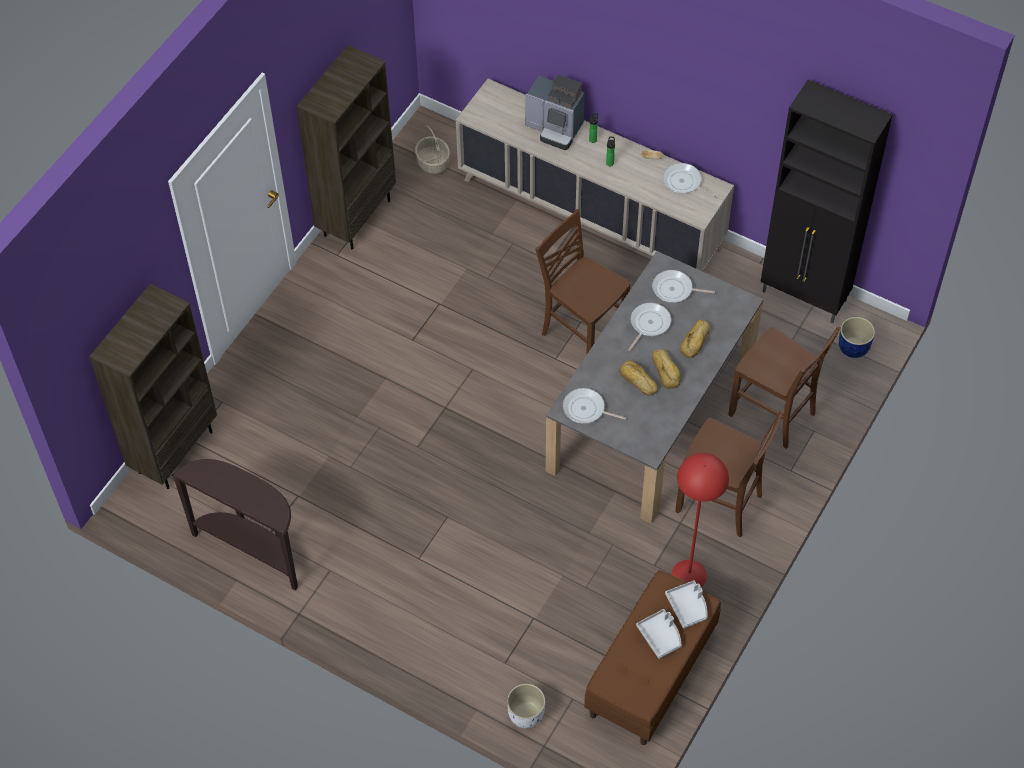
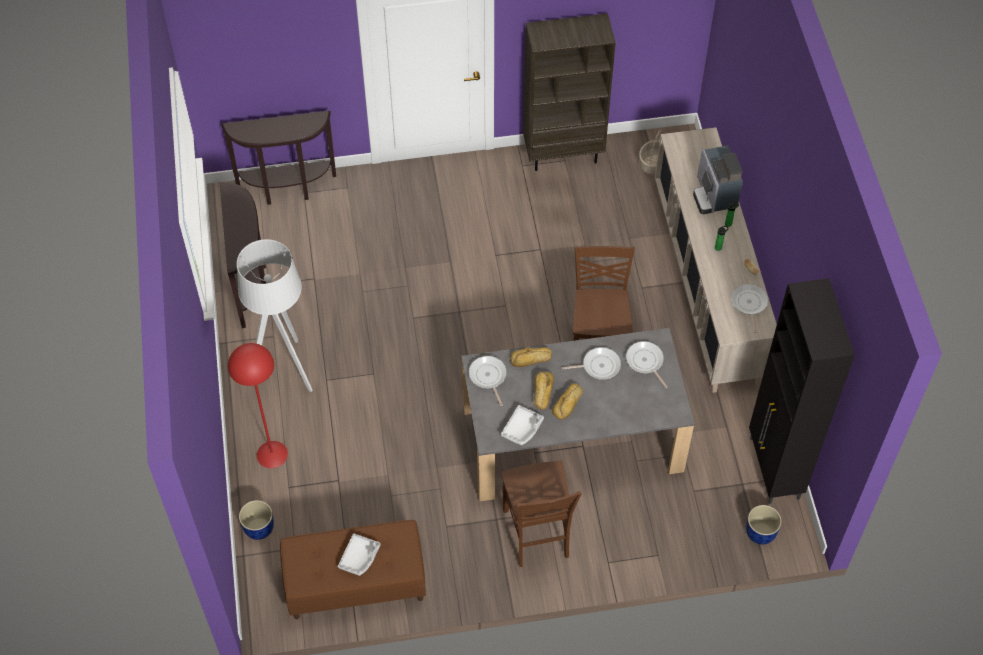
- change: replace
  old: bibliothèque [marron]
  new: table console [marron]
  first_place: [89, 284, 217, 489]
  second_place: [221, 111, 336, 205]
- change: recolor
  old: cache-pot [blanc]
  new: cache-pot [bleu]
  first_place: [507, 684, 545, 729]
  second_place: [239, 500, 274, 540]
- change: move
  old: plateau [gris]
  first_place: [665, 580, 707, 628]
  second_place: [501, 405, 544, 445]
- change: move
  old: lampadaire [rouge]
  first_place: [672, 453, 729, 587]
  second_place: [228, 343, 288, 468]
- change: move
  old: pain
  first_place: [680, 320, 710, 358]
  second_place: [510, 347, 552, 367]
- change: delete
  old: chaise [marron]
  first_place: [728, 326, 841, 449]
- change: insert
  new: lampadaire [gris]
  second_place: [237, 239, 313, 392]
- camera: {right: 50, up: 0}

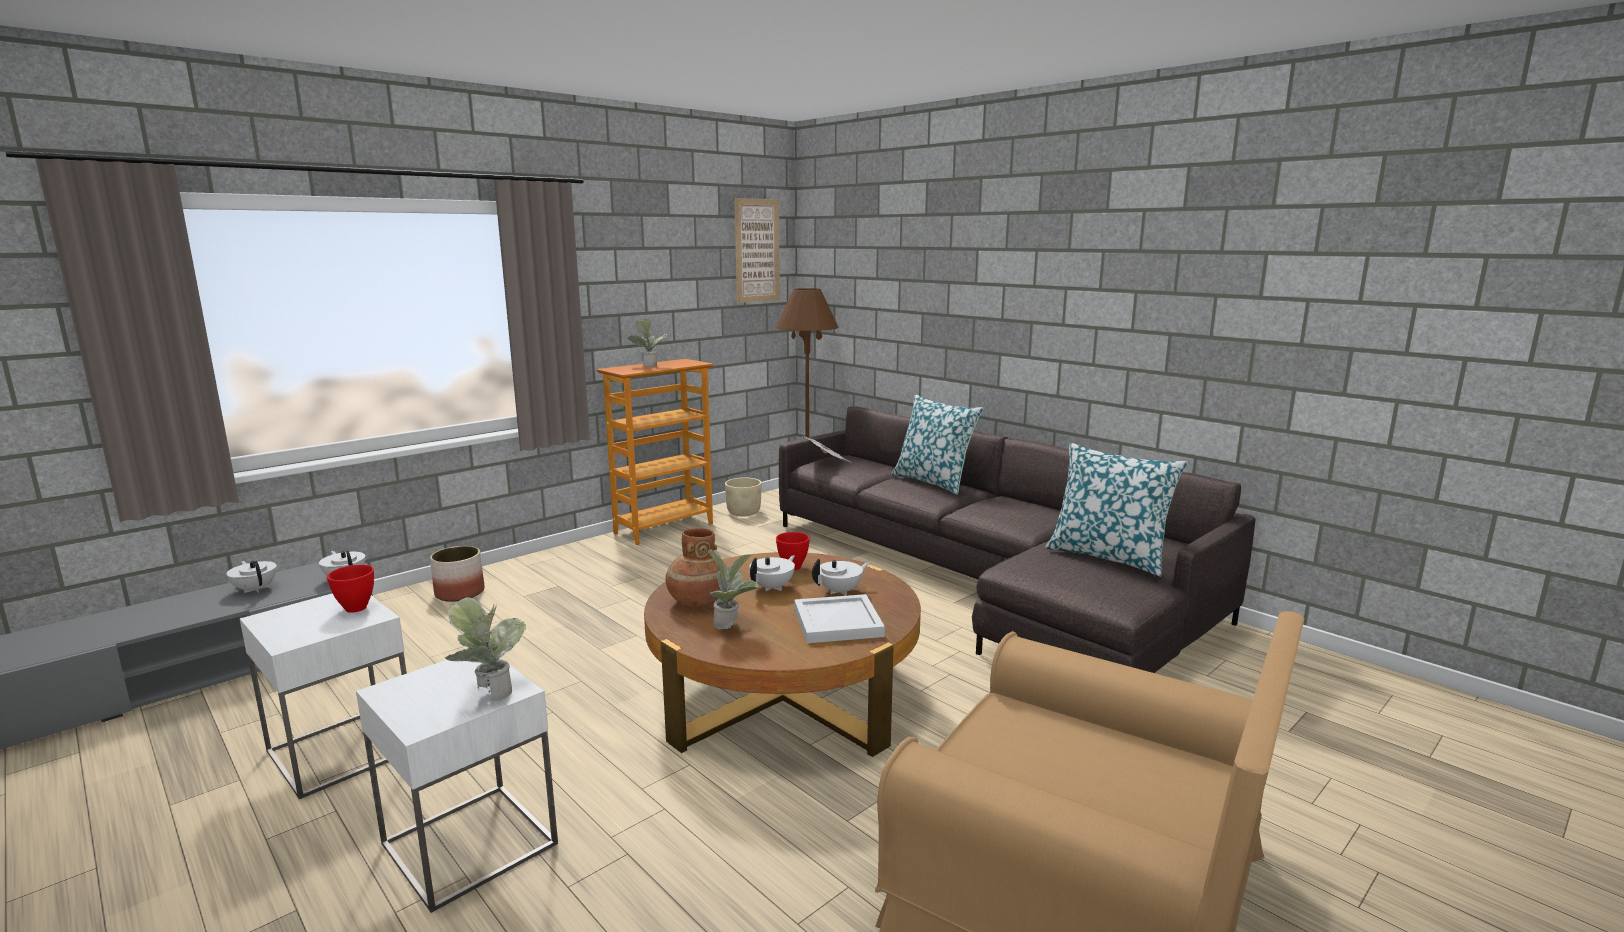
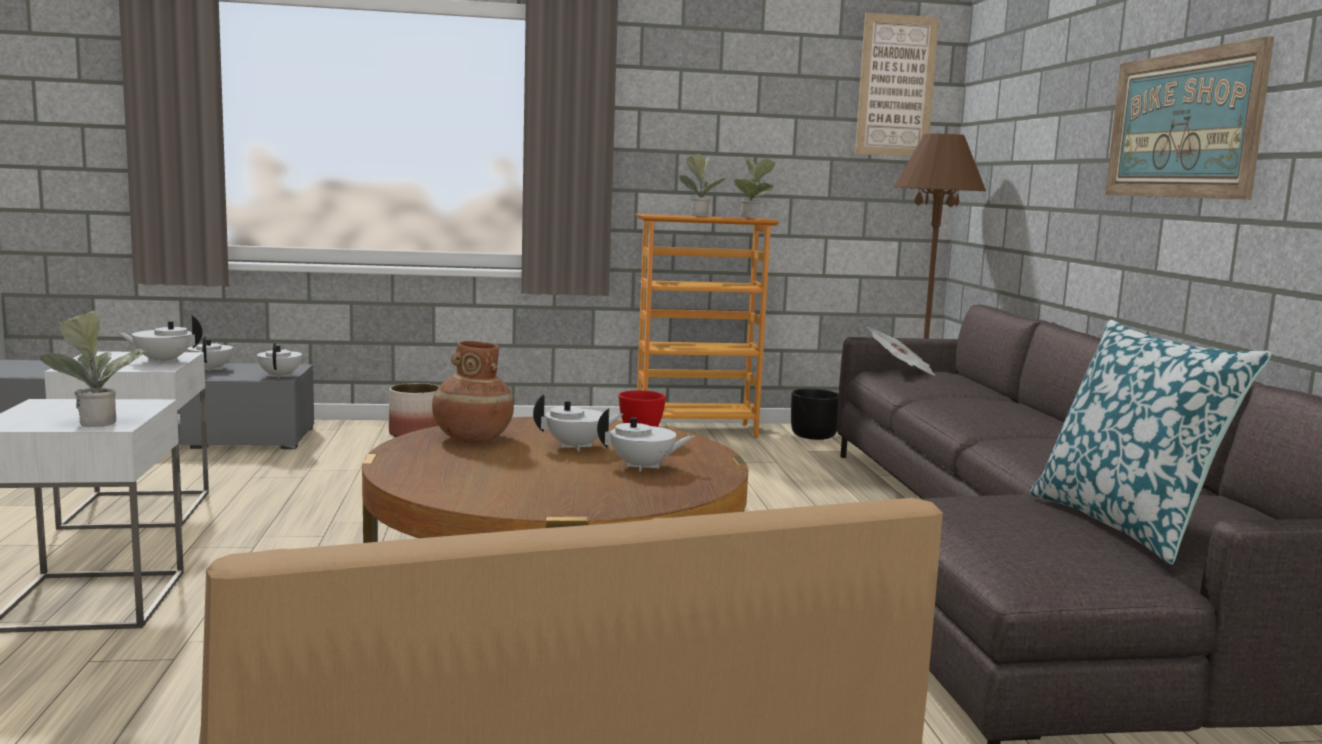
- change: replace
  old: bol [rouge]
  new: théière [blanc]
  first_place: [327, 565, 374, 613]
  second_place: [118, 315, 202, 364]
- change: move
  old: plante en pot
  first_place: [708, 550, 759, 630]
  second_place: [734, 156, 775, 218]
- change: recolor
  old: cache-pot [beige]
  new: cache-pot [noir]
  first_place: [725, 478, 761, 516]
  second_place: [791, 389, 839, 440]
- change: delete
  old: plateau [blanc]
  first_place: [794, 594, 885, 643]
- change: delete
  old: coussin
  first_place: [891, 394, 984, 495]
- change: insert
  new: tableau
  second_place: [1105, 36, 1274, 200]
- camera: {right: 35, up: -5}

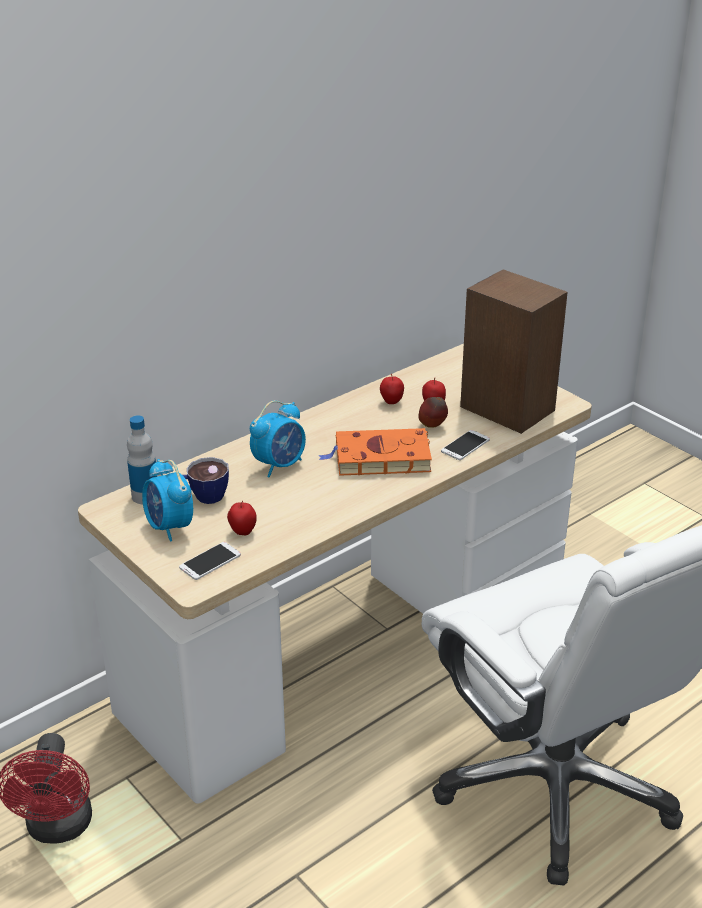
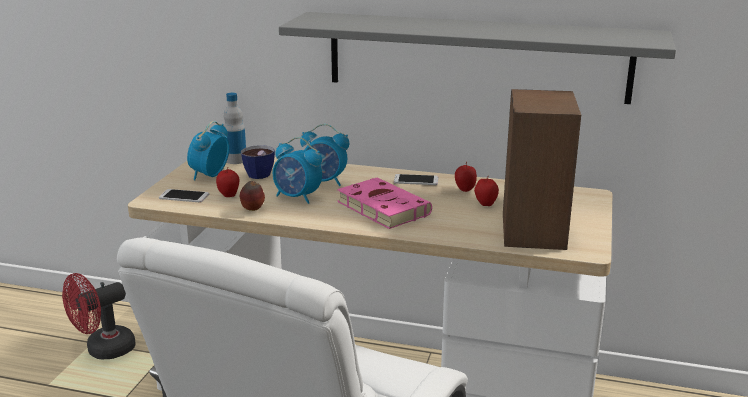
- change: recolor
  old: livre [orange]
  new: livre [rose]
  first_place: [319, 428, 432, 476]
  second_place: [337, 178, 432, 229]
- change: move
  old: pomme
  first_place: [418, 397, 448, 428]
  second_place: [240, 181, 265, 211]
- change: move
  old: téléphone
  first_place: [441, 430, 490, 460]
  second_place: [394, 174, 439, 185]
- change: insert
  new: réveil
  second_place: [273, 137, 322, 204]
- change: insert
  new: étagère [gris]
  second_place: [279, 12, 676, 104]
- camera: {right: 55, up: -10}

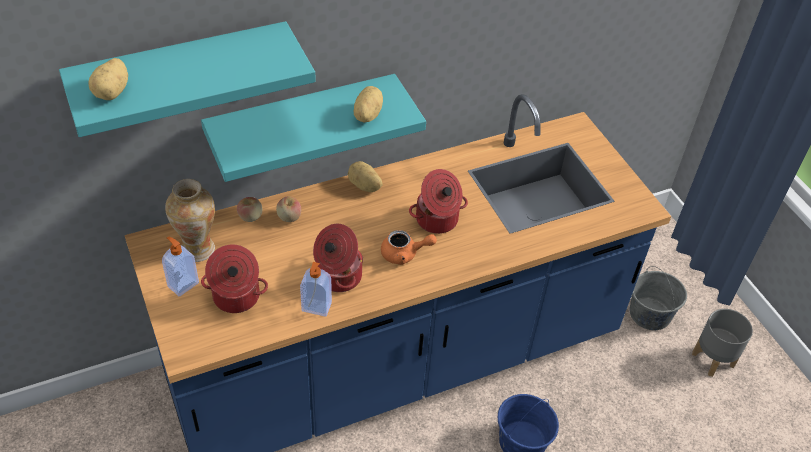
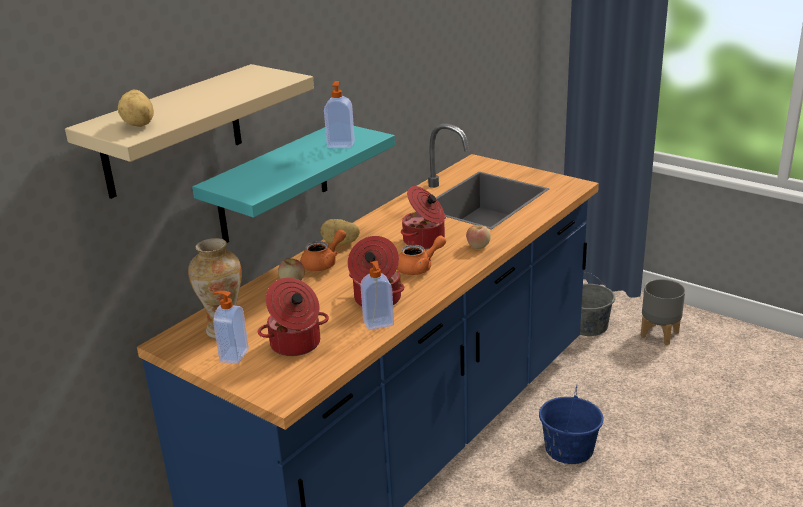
- change: recolor
  old: étagère [turquoise]
  new: étagère [beige]
  first_place: [59, 21, 316, 137]
  second_place: [65, 64, 314, 199]
- change: move
  old: pomme
  first_place: [237, 197, 263, 222]
  second_place: [466, 225, 491, 249]
- change: replace
  old: pomme de terre
  new: distributeur de savon
  first_place: [354, 86, 383, 123]
  second_place: [324, 81, 355, 148]
- change: insert
  new: théière [orange]
  second_place: [300, 229, 346, 271]
- camera: {right: -25, up: -20}

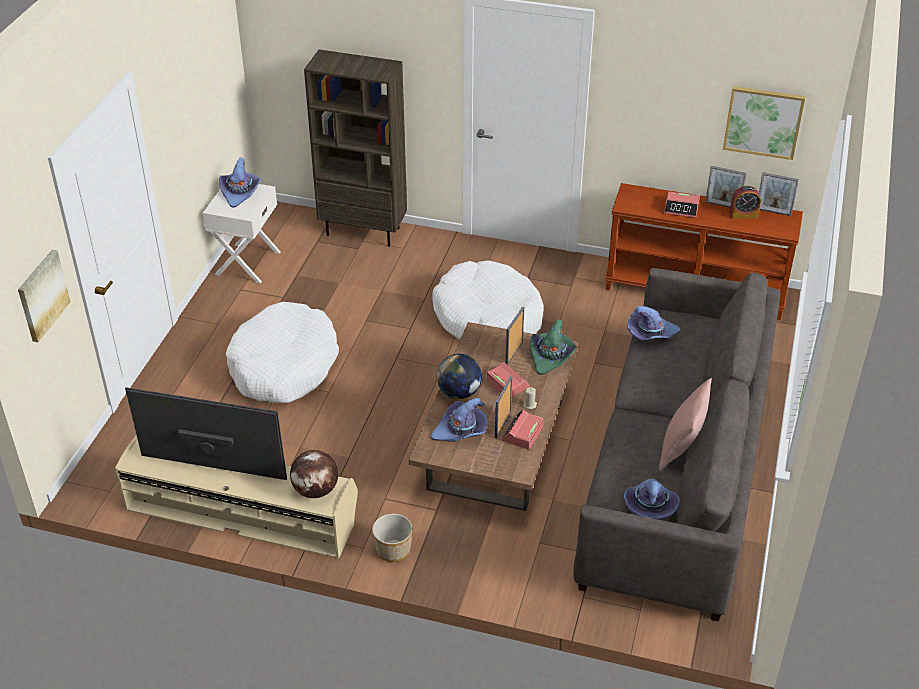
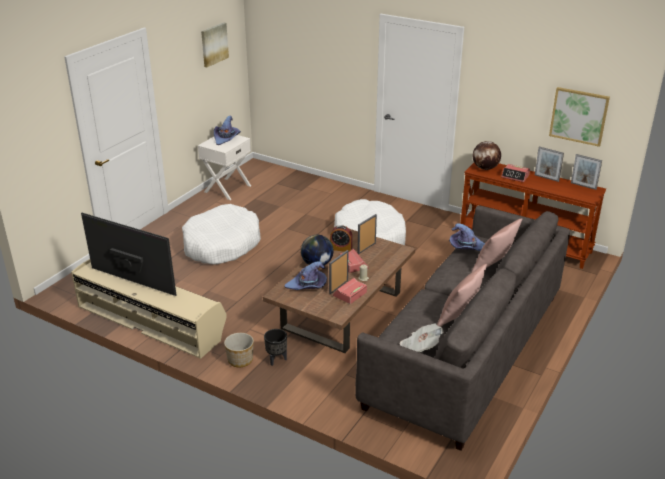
- change: move
  old: tableau
  first_place: [18, 250, 70, 342]
  second_place: [201, 23, 229, 67]
- change: move
  old: globe
  first_place: [290, 450, 338, 498]
  second_place: [473, 141, 501, 170]
- change: delete
  old: bibliothèque [marron]
  first_place: [304, 49, 407, 247]
- change: delete
  old: chapeau [vert]
  first_place: [530, 319, 577, 375]
- change: replace
  old: chapeau [violet]
  new: journal
  first_place: [624, 478, 680, 520]
  second_place: [399, 323, 444, 352]
- change: move
  old: réveil
  first_place: [729, 186, 761, 219]
  second_place: [330, 225, 352, 252]
- change: insert
  new: cache-pot [noir]
  second_place: [264, 329, 287, 366]
- change: insert
  new: coussin [rose]
  second_place: [472, 218, 523, 272]
- camera: {right: 15, up: -10}

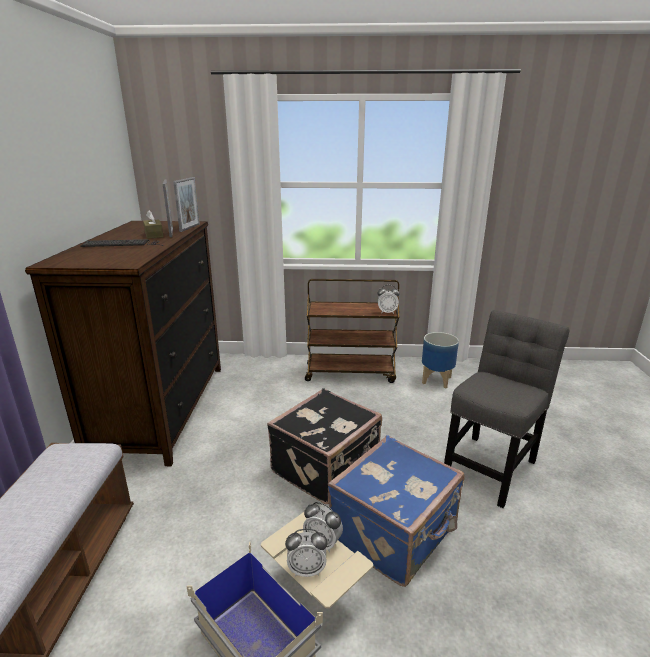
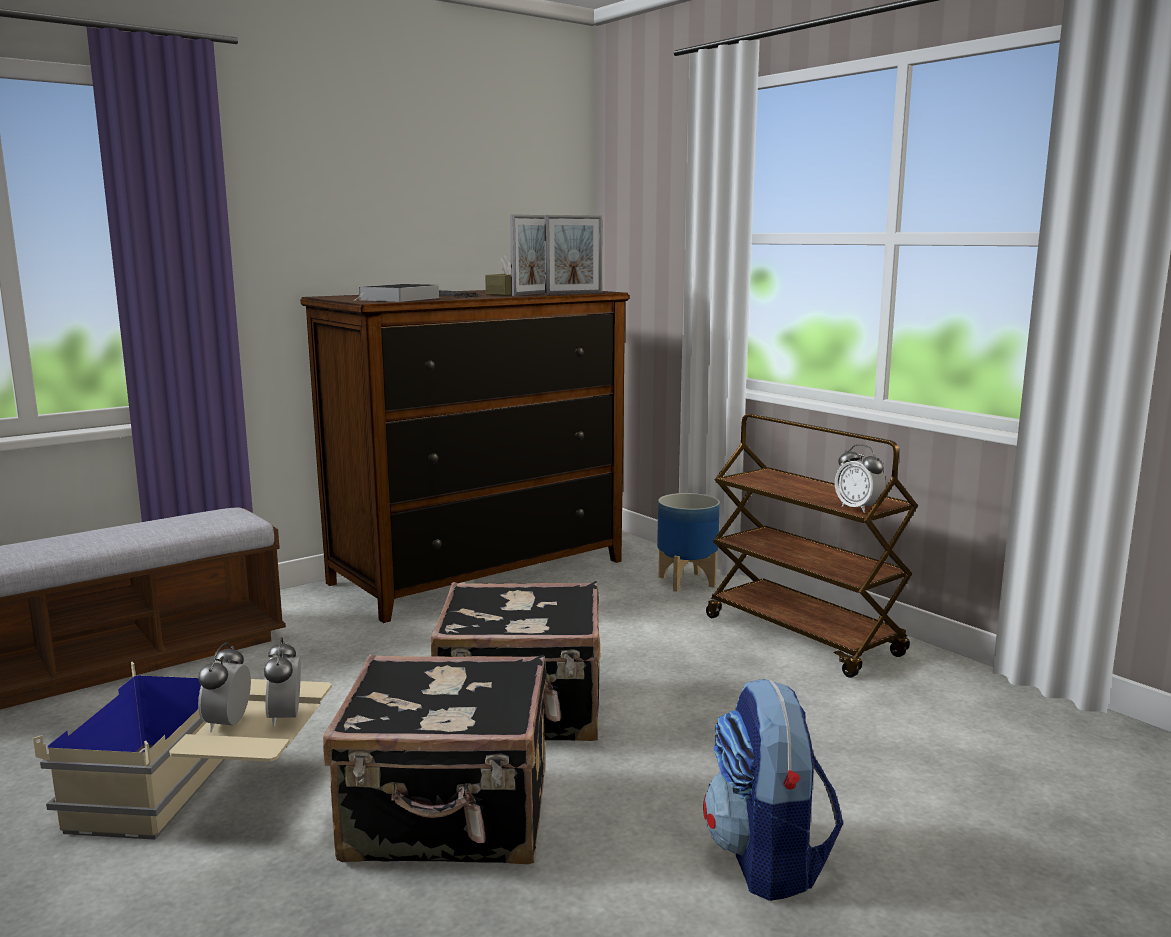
- change: rotate
  old: réveil
  first_place: [285, 529, 328, 577]
  second_place: [198, 642, 251, 733]
  degrees: 45
- change: recolor
  old: valise [bleu]
  new: valise [noir]
  first_place: [328, 435, 465, 587]
  second_place: [323, 654, 546, 864]
- change: move
  old: cache-pot
  first_place: [422, 332, 459, 389]
  second_place: [657, 493, 720, 592]
- change: replace
  old: chaise [gris]
  new: sac à dos
  first_place: [444, 310, 570, 508]
  second_place: [703, 679, 843, 901]
- change: insert
  new: livre
  second_place: [353, 284, 439, 302]
- camera: {right: 50, up: -10}

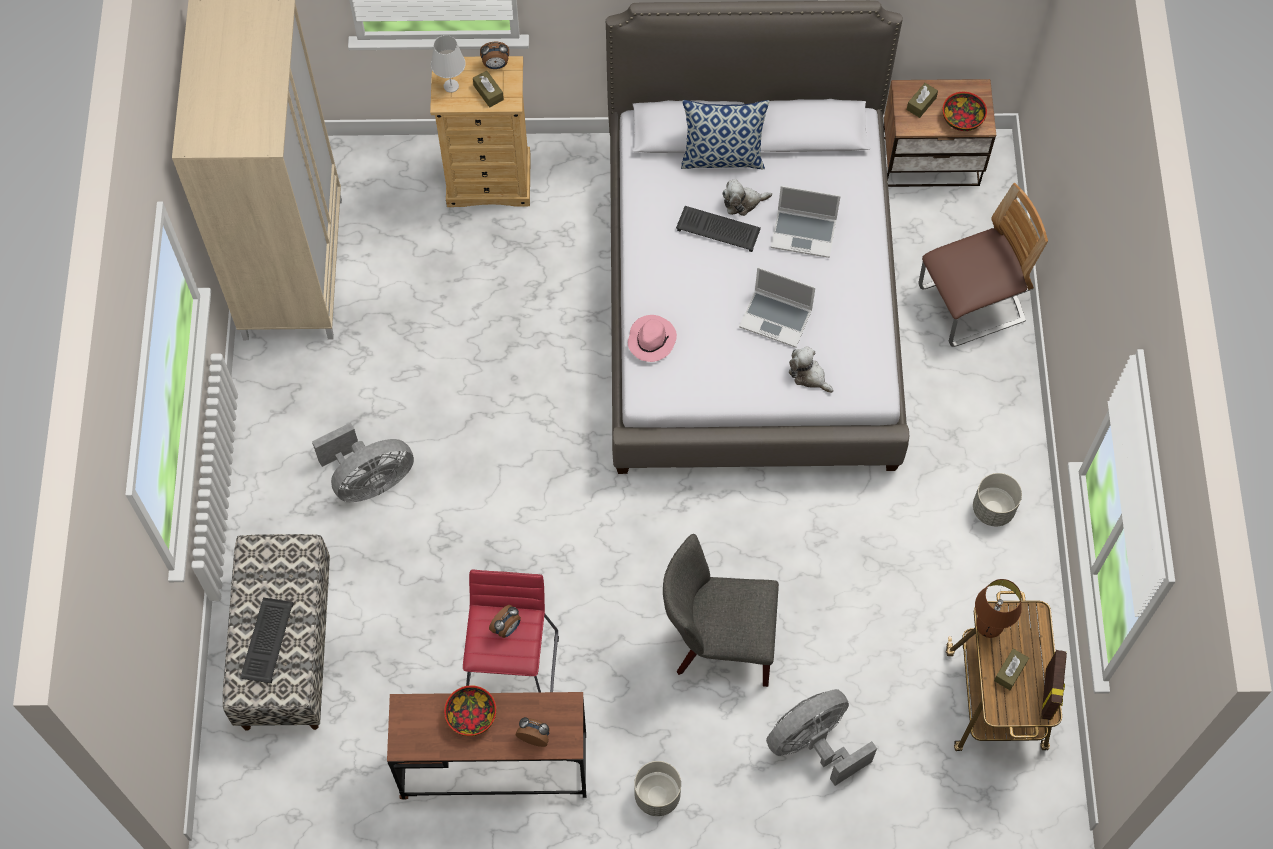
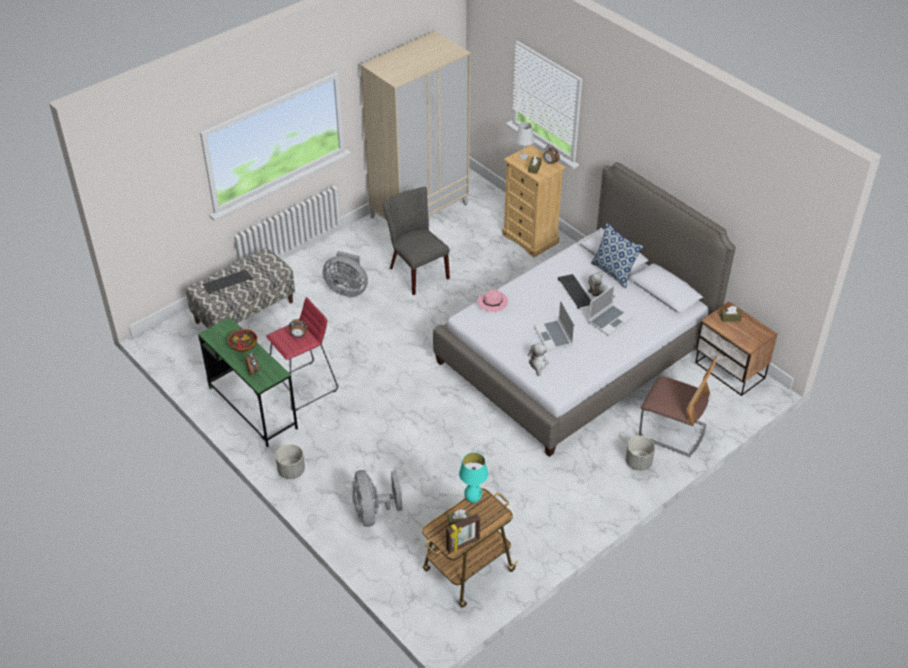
- change: recolor
  old: bureau [marron]
  new: bureau [vert]
  first_place: [387, 692, 586, 800]
  second_place: [198, 317, 298, 447]
- change: move
  old: chaise [gris]
  first_place: [663, 534, 779, 687]
  second_place: [383, 187, 450, 295]
- change: rotate
  old: ventilateur [gris]
  first_place: [766, 689, 877, 786]
  second_place: [352, 470, 402, 527]
  degrees: -120
- change: rotate
  old: ordinateur portable
  first_place: [770, 186, 841, 258]
  second_place: [588, 285, 632, 336]
  degrees: -105
- change: delete
  old: bol
  first_place: [942, 92, 987, 131]
- change: move
  old: cache-pot [gris]
  first_place: [973, 473, 1022, 526]
  second_place: [625, 436, 655, 471]
- change: recolor
  old: lampe de table [marron]
  new: lampe de table [turquoise]
  first_place: [975, 579, 1022, 638]
  second_place: [459, 453, 488, 503]
- camera: {right: 50, up: -20}

